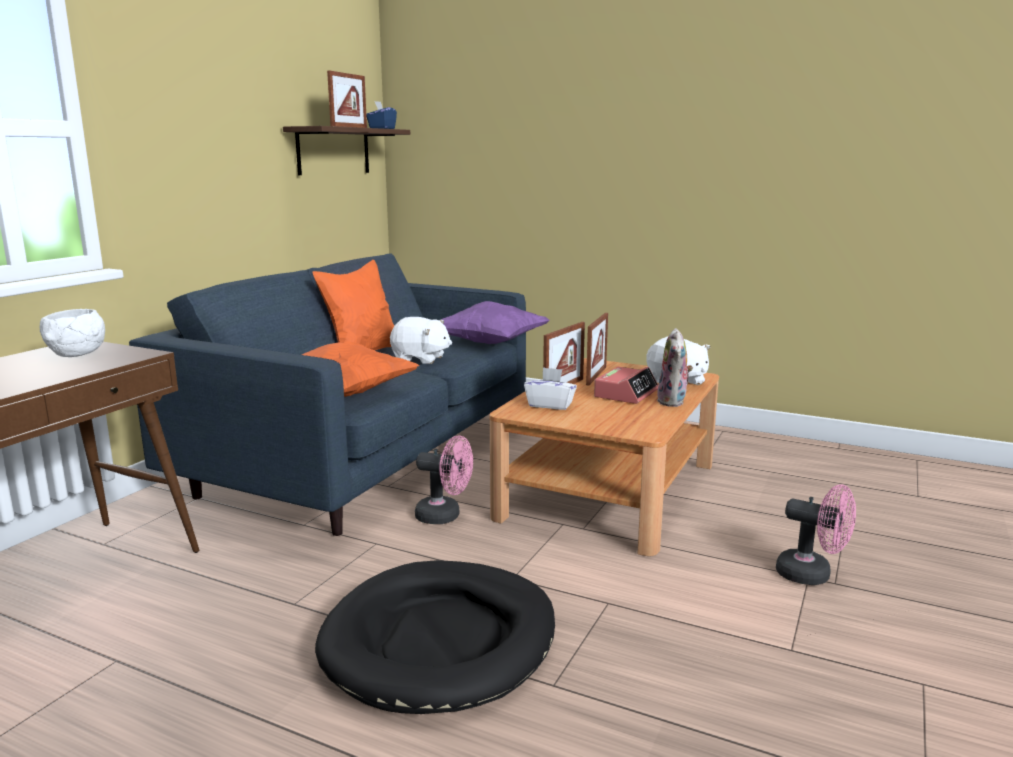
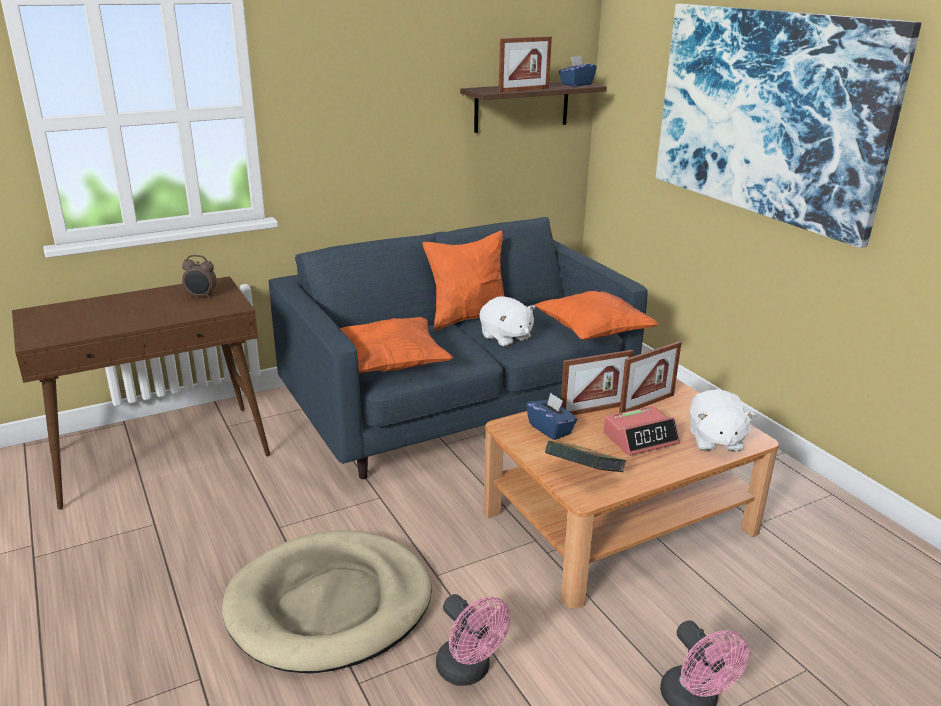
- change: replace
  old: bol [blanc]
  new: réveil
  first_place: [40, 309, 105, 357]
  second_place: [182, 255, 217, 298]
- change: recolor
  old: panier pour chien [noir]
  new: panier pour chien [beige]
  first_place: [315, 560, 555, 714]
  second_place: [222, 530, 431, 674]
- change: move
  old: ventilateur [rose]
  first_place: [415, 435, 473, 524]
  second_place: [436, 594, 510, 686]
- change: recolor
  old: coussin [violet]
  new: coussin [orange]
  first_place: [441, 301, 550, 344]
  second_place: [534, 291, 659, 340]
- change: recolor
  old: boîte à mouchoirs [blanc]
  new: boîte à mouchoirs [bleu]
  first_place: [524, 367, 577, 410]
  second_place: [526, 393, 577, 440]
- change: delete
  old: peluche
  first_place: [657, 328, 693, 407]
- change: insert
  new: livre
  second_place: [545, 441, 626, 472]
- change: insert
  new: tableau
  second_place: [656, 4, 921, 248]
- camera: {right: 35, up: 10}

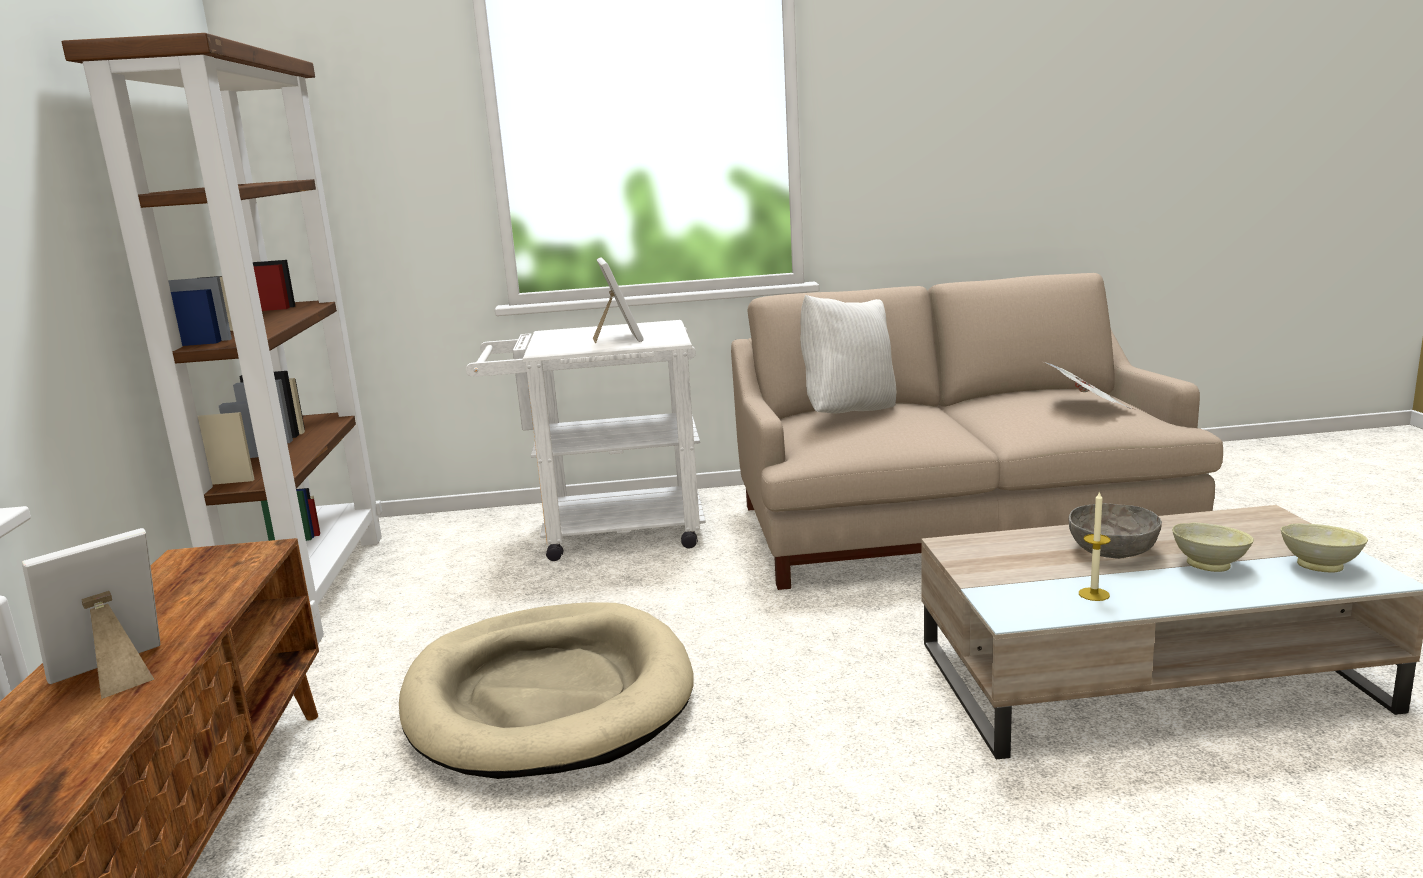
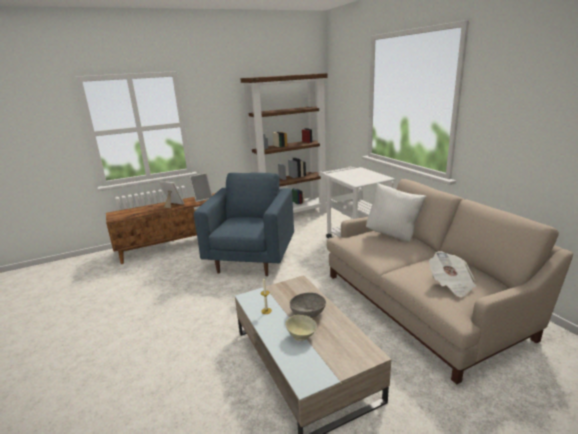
- change: replace
  old: panier pour chien [beige]
  new: fauteuil [bleu]
  first_place: [399, 602, 693, 779]
  second_place: [194, 173, 294, 276]
- change: move
  old: cadre photo
  first_place: [593, 257, 644, 343]
  second_place: [189, 173, 212, 202]
- change: delete
  old: bol [beige]
  first_place: [1281, 524, 1368, 573]
- camera: {right: 70, up: 5}

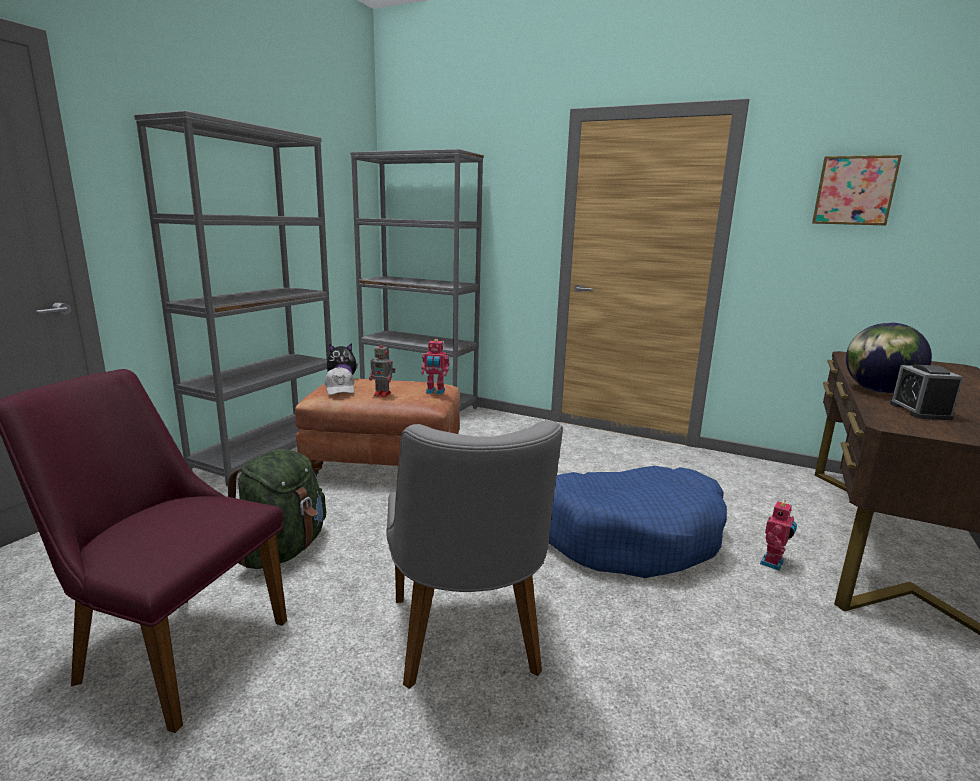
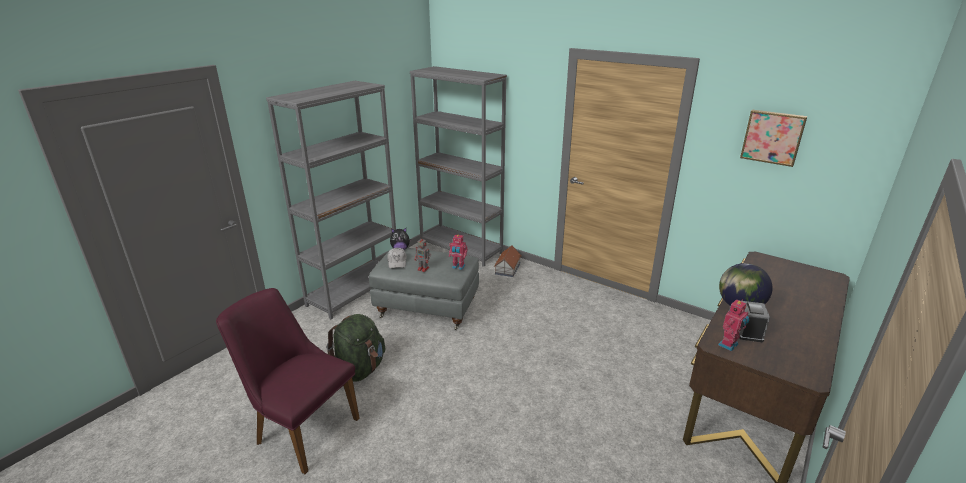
- change: recolor
  old: pouf [marron]
  new: pouf [gris]
  first_place: [295, 378, 460, 477]
  second_place: [369, 248, 479, 330]
- change: delete
  old: chaise [gris]
  first_place: [386, 420, 563, 689]
- change: delete
  old: panier pour chien [bleu]
  first_place: [549, 466, 727, 578]
- change: move
  old: robot jouet
  first_place: [760, 500, 797, 571]
  second_place: [718, 299, 750, 351]
- change: insert
  new: maison miniature
  second_place: [494, 246, 521, 277]
- camera: {right: 10, up: 10}

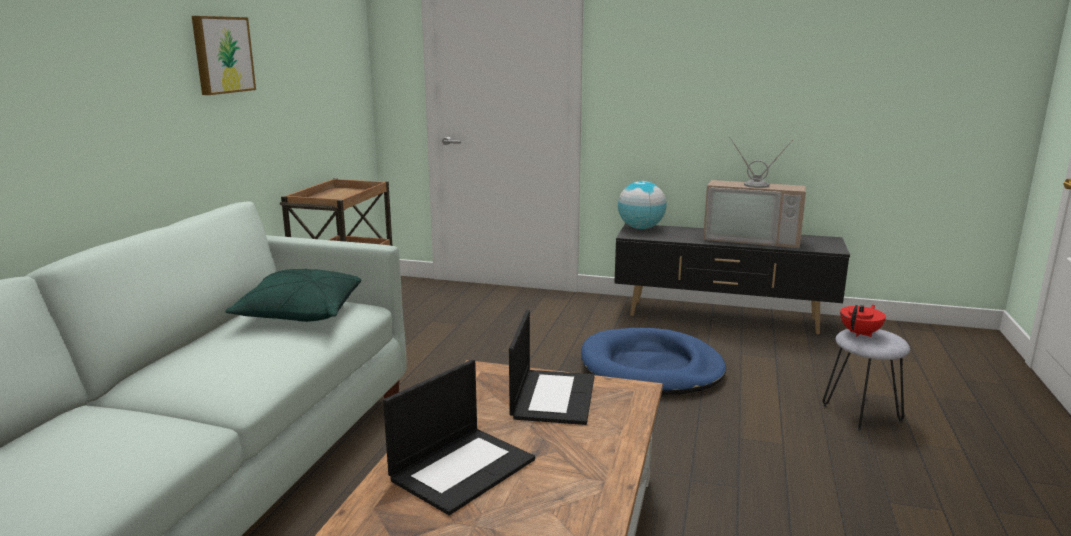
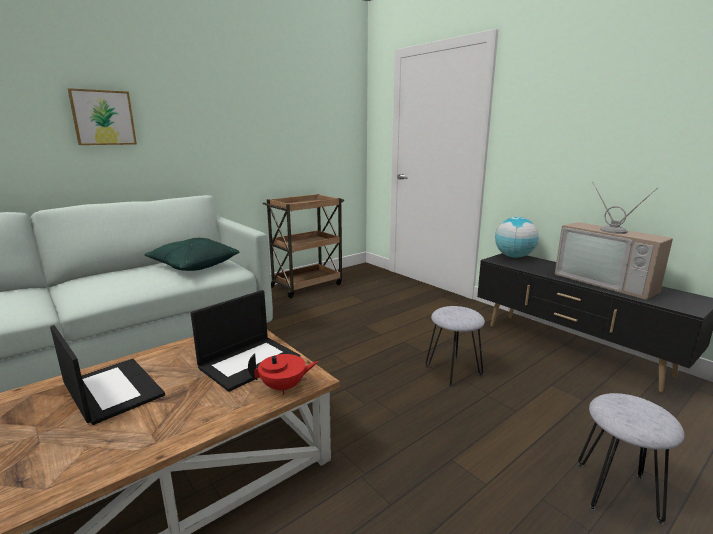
- change: move
  old: tableau
  first_place: [192, 16, 256, 95]
  second_place: [68, 88, 137, 145]
- change: rotate
  old: ordinateur portable
  first_place: [383, 360, 535, 515]
  second_place: [50, 325, 165, 425]
  degrees: -120
- change: replace
  old: panier pour chien [bleu]
  new: tabouret [gris]
  first_place: [581, 328, 726, 395]
  second_place: [425, 306, 485, 386]
- change: move
  old: théière [rouge]
  first_place: [840, 305, 886, 337]
  second_place: [248, 353, 319, 394]
- camera: {right: 35, up: 0}

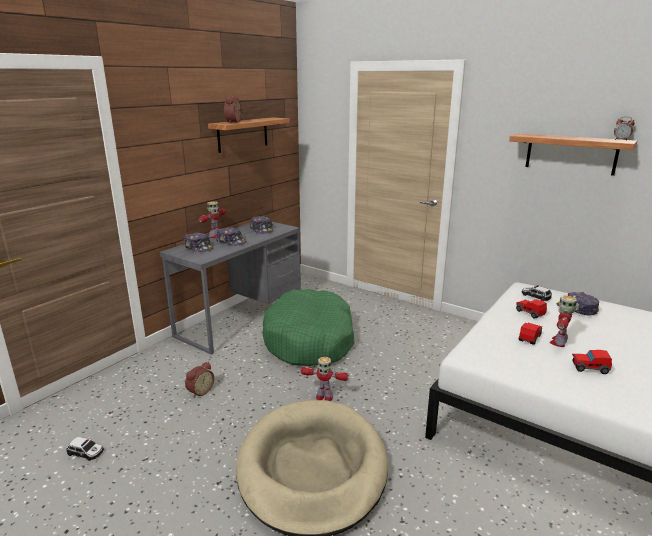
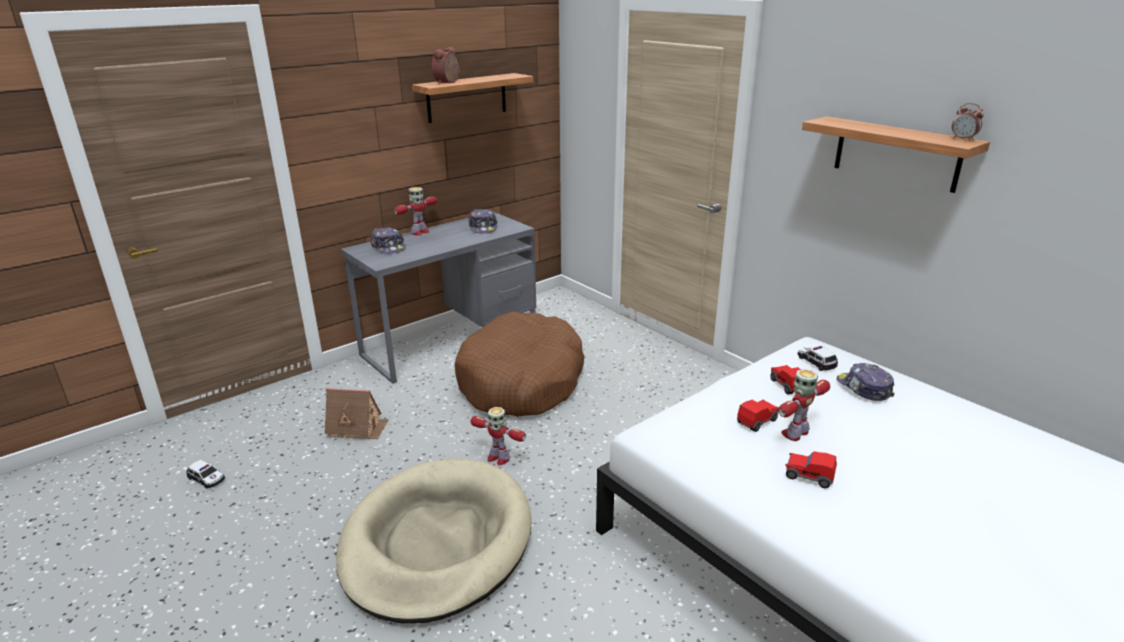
- change: replace
  old: réveil
  new: maison miniature
  first_place: [185, 362, 214, 398]
  second_place: [324, 388, 389, 440]
- change: delete
  old: casquette
  first_place: [216, 227, 246, 245]
- change: recolor
  old: panier pour chien [vert]
  new: panier pour chien [marron]
  first_place: [262, 289, 354, 366]
  second_place: [455, 311, 584, 417]
- camera: {right: 15, up: 5}

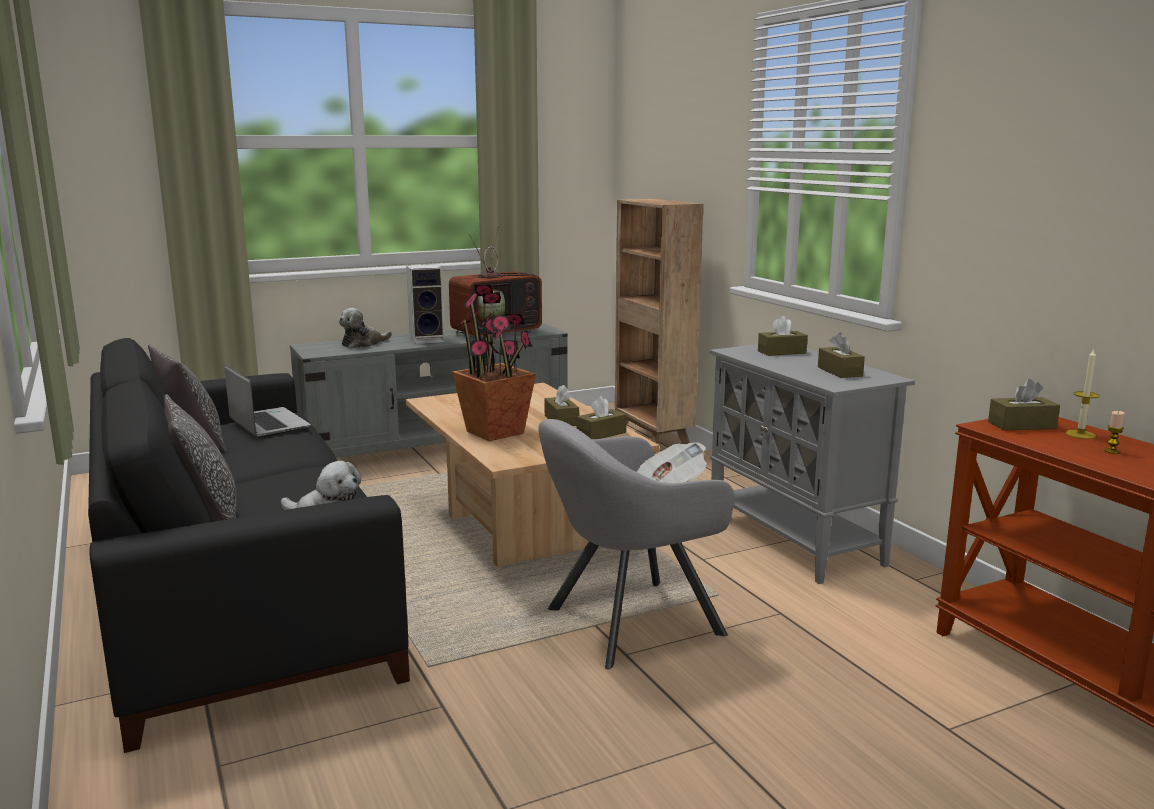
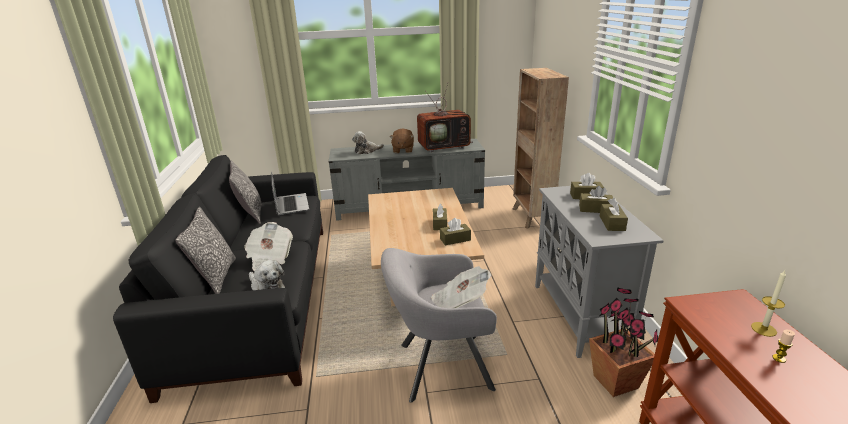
- change: replace
  old: enceinte
  new: peluche [marron]
  first_place: [406, 264, 445, 344]
  second_place: [390, 128, 414, 153]
- change: move
  old: plante en pot
  first_place: [452, 285, 536, 441]
  second_place: [589, 287, 658, 397]
- change: move
  old: boîte à mouchoirs [marron]
  first_place: [988, 379, 1060, 430]
  second_place: [579, 186, 613, 213]
- change: insert
  new: journal
  second_place: [244, 222, 293, 271]
- camera: {right: 20, up: 10}

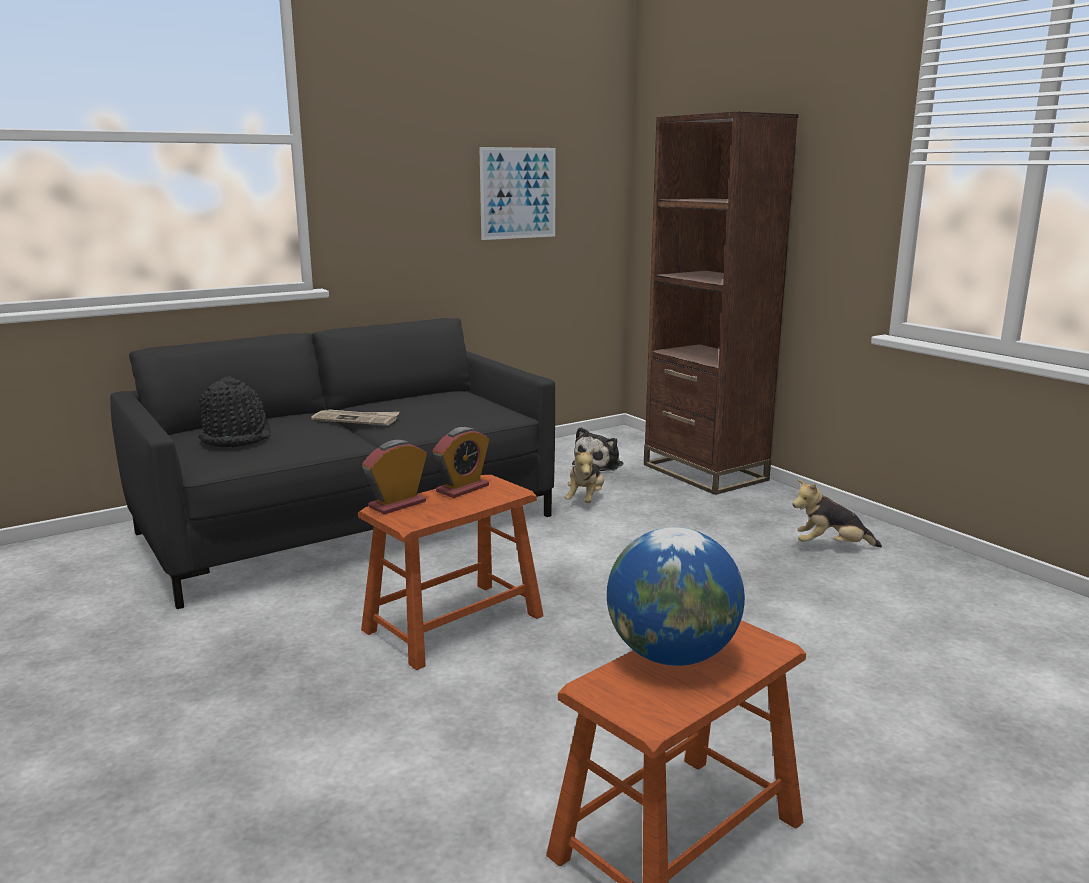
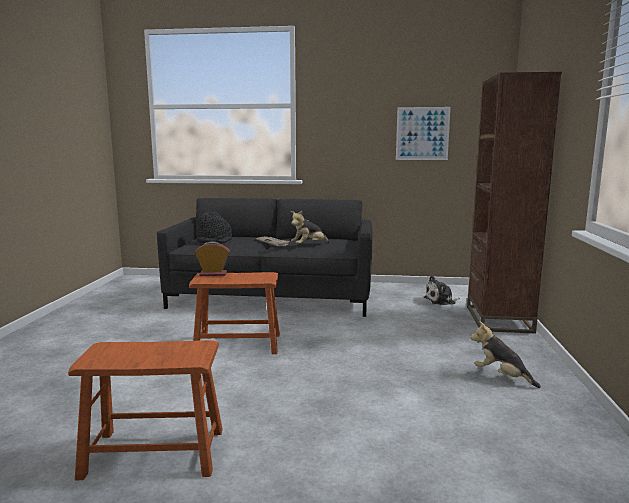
- change: delete
  old: réveil
  first_place: [433, 427, 489, 498]
- change: move
  old: peluche
  first_place: [565, 448, 604, 503]
  second_place: [291, 210, 330, 244]
- change: delete
  old: globe
  first_place: [607, 527, 745, 666]
- camera: {right: 40, up: -5}

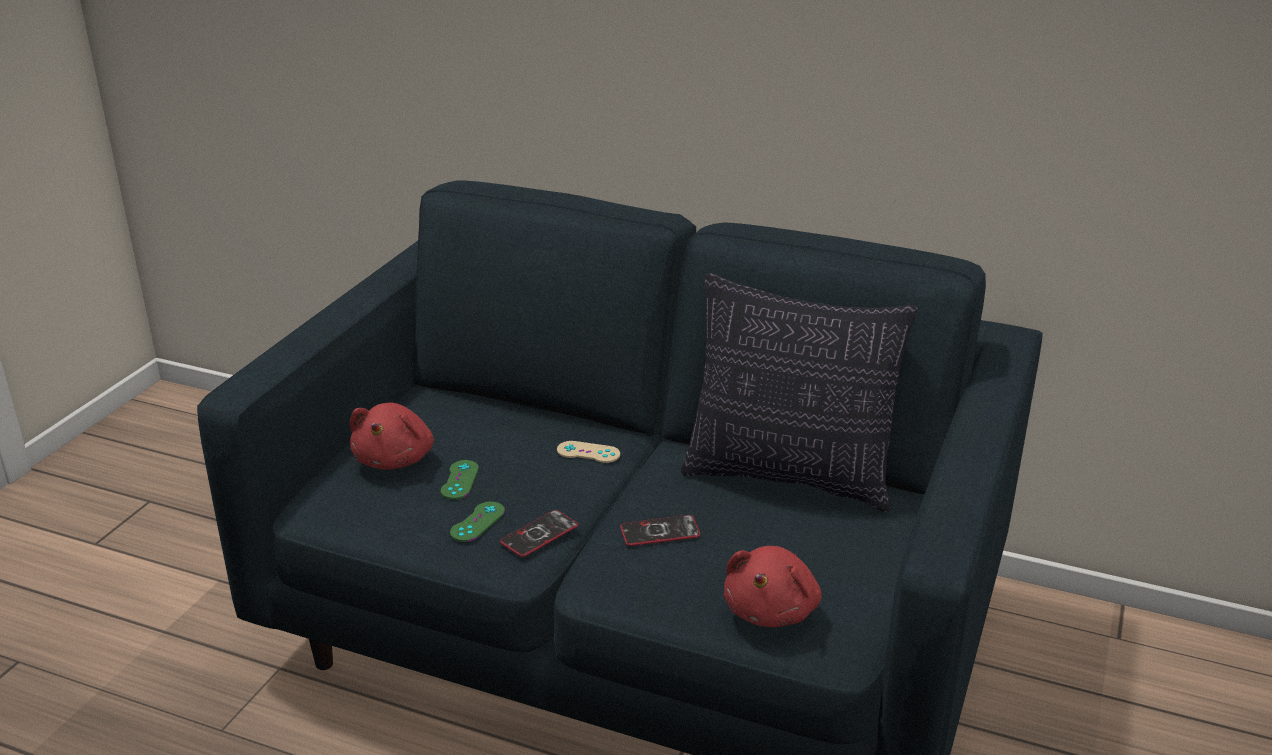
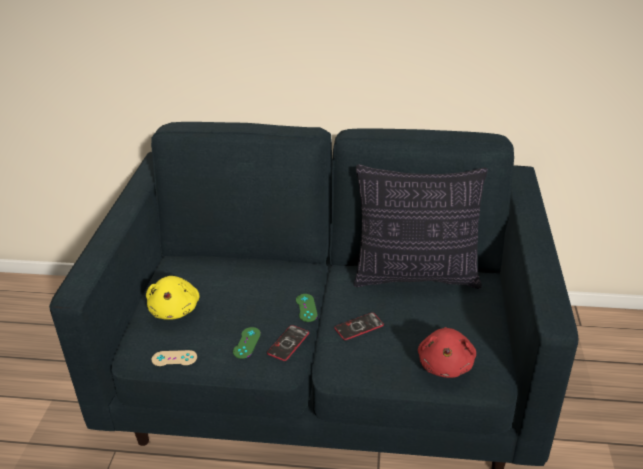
- change: recolor
  old: peluche [rouge]
  new: peluche [jaune]
  first_place: [350, 403, 434, 470]
  second_place: [146, 276, 199, 320]
- change: move
  old: manette [vert]
  first_place: [441, 460, 479, 500]
  second_place: [296, 294, 318, 322]
- change: move
  old: manette [beige]
  first_place: [557, 441, 620, 463]
  second_place: [152, 350, 197, 366]
- camera: {right: -15, up: 5}

